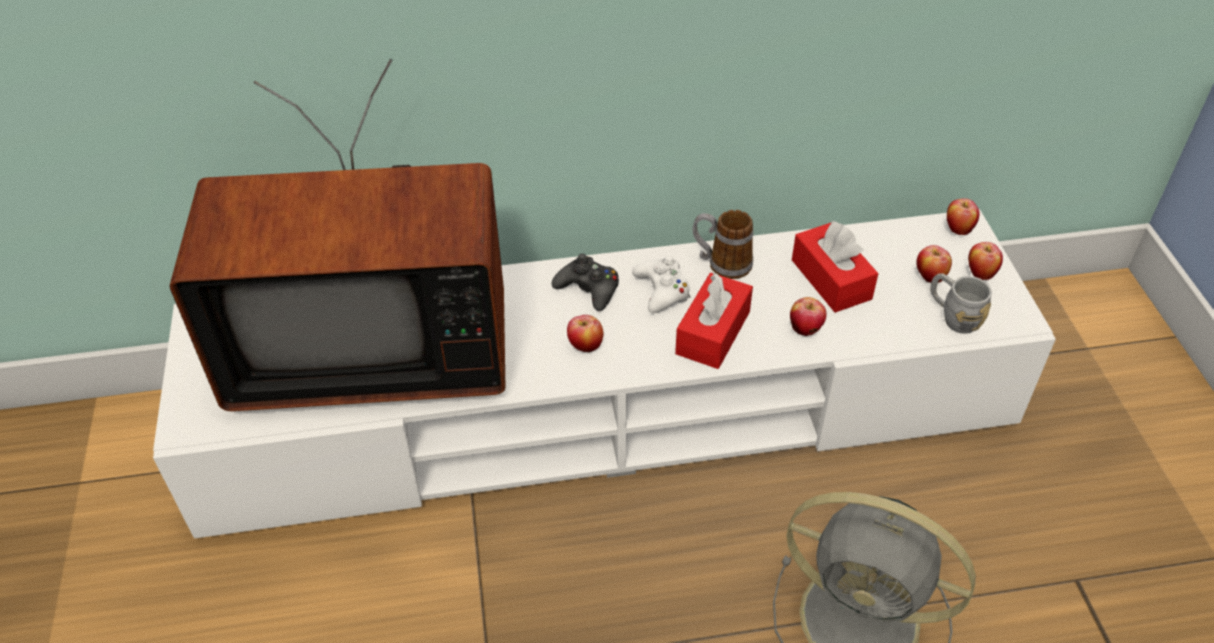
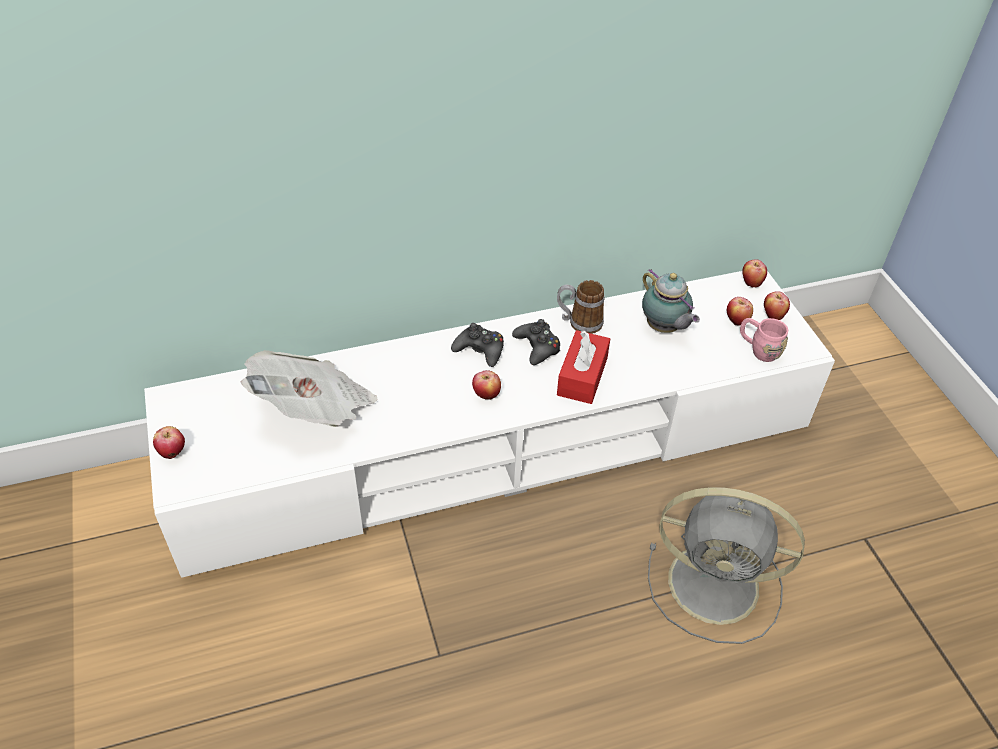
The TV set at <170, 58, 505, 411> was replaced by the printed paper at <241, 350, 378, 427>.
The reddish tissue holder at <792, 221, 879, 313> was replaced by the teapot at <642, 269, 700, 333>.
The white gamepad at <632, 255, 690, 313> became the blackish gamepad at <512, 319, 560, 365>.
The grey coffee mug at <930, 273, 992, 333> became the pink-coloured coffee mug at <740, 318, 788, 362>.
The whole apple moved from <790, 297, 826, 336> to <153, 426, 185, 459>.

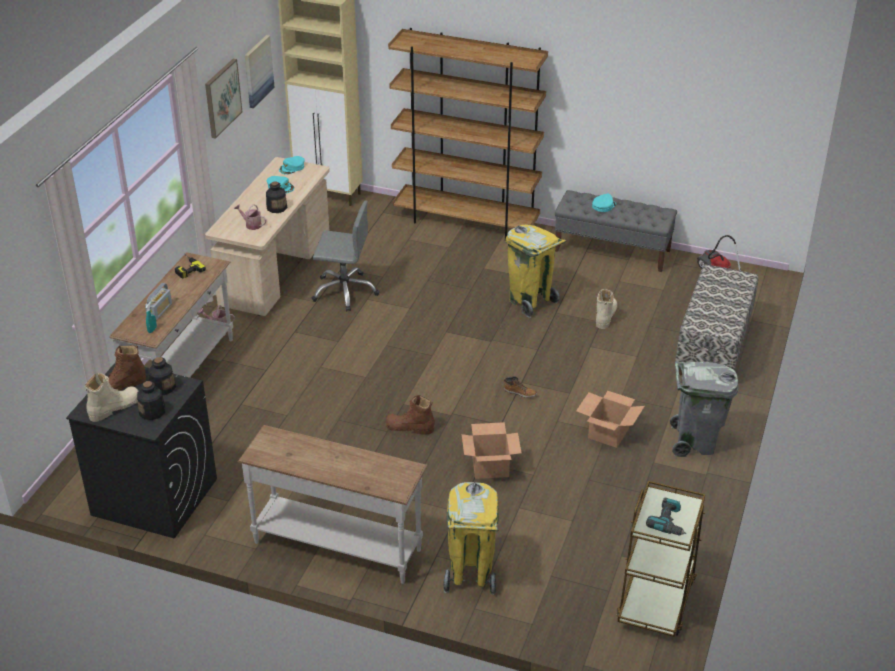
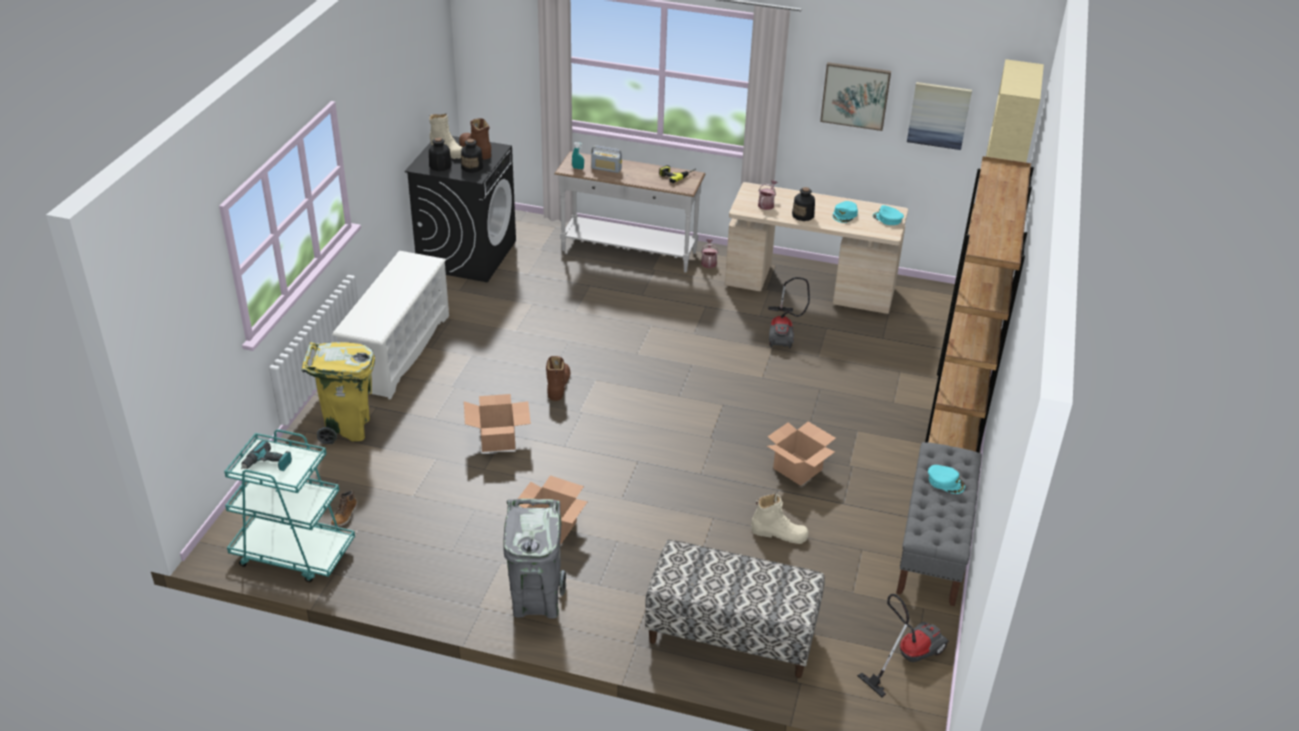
The grey desk chair at <312, 200, 379, 311> was replaced by the vacuum at <768, 277, 810, 348>.
The yellow-coloured trash can at <505, 225, 566, 318> was replaced by the cardboard box at <767, 422, 836, 486>.
The boot moved from <504, 376, 537, 398> to <331, 491, 358, 527>.
The white console table at <238, 425, 428, 584> was replaced by the white shoe stand at <332, 251, 449, 400>.
The brownish trolley at <617, 481, 705, 637> became the turquoise-coloured trolley at <224, 429, 355, 582>.

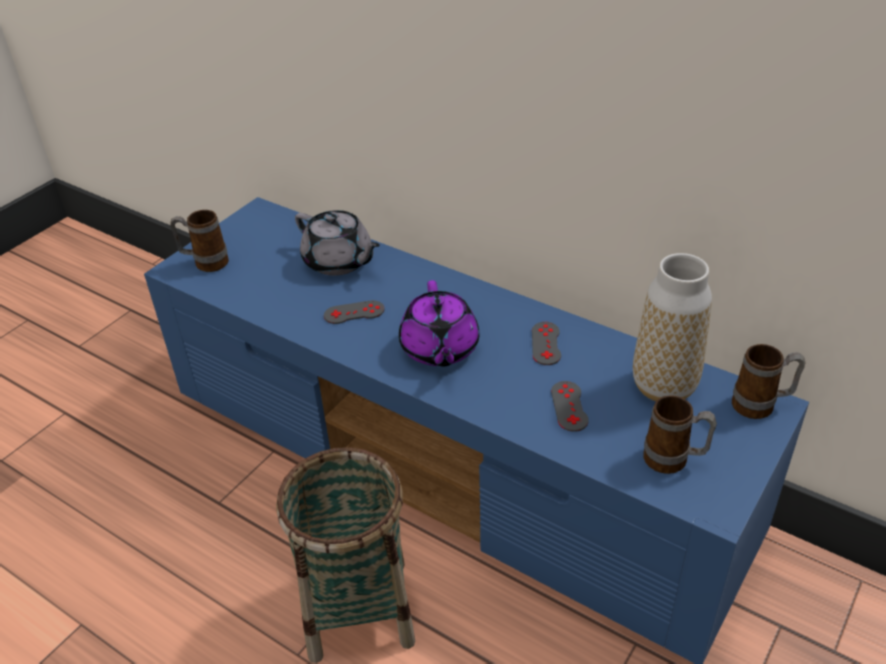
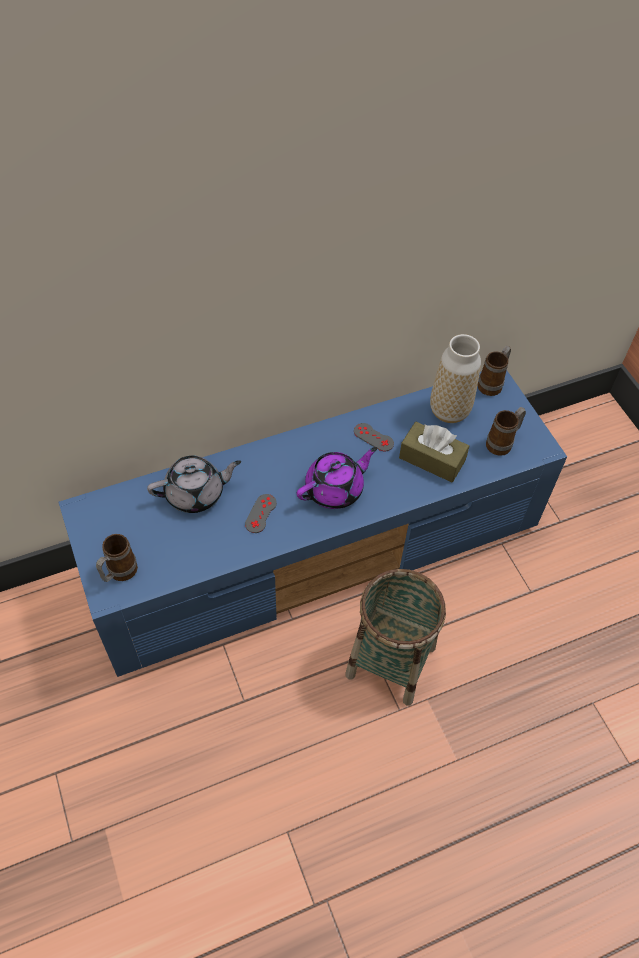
The purple teapot at <399, 280, 479, 366> turned 60 degrees counterclockwise.
The grey gamepad at <551, 381, 589, 432> was replaced by the brownish tissue holder at <399, 422, 469, 482>.

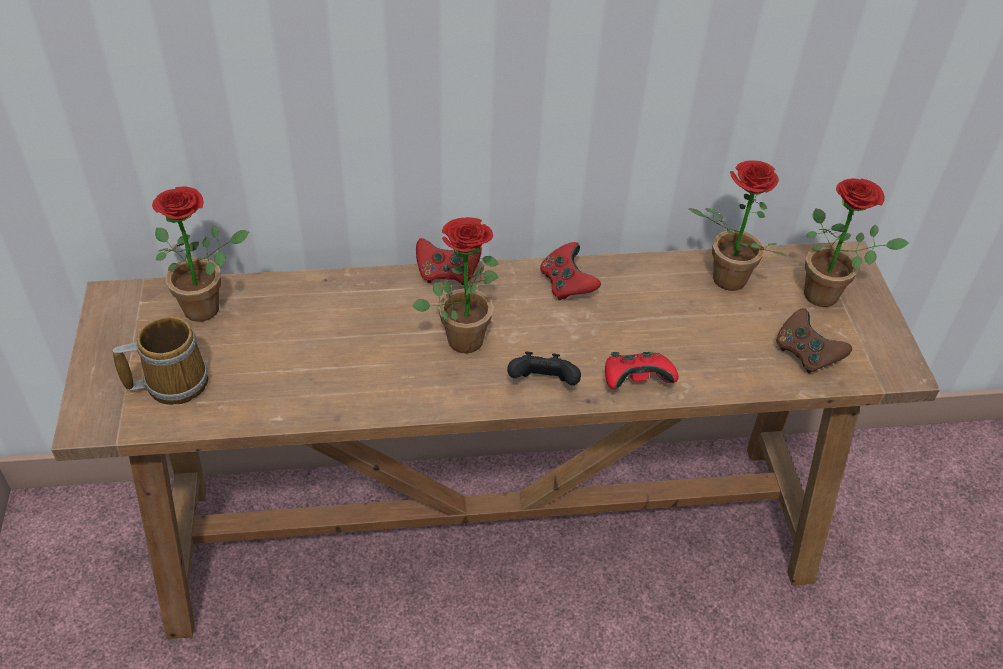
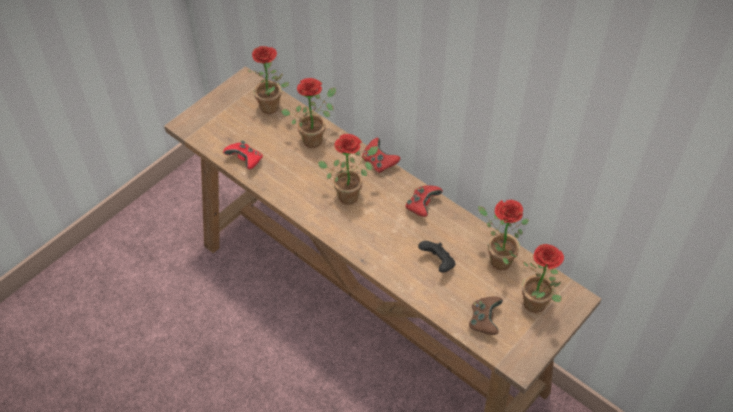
The coffee mug at <112, 316, 208, 405> disappeared.
The blackish gamepad moved from <507, 351, 581, 385> to <418, 241, 455, 273>.
The reddish gamepad moved from <605, 352, 679, 390> to <223, 141, 263, 169>.
The potted plant at <281, 78, 336, 148> appeared.

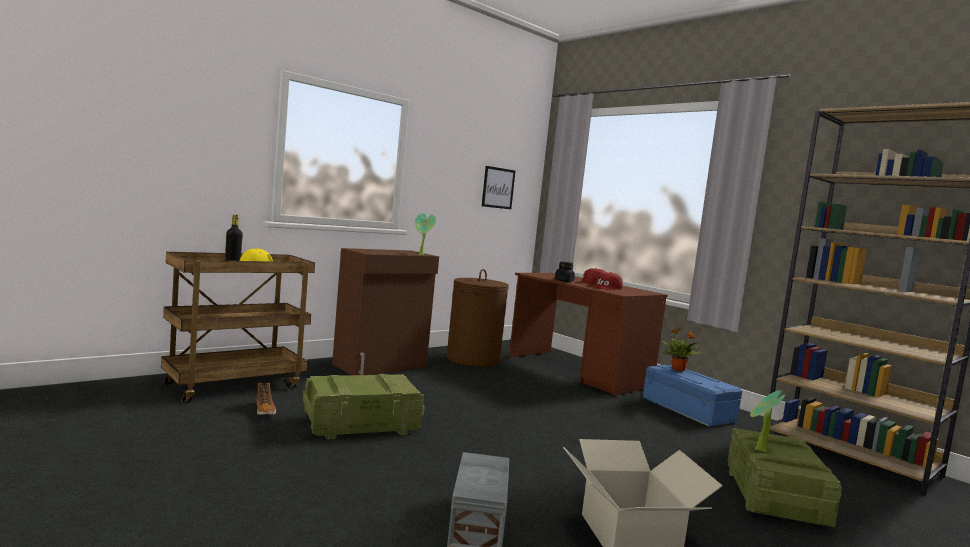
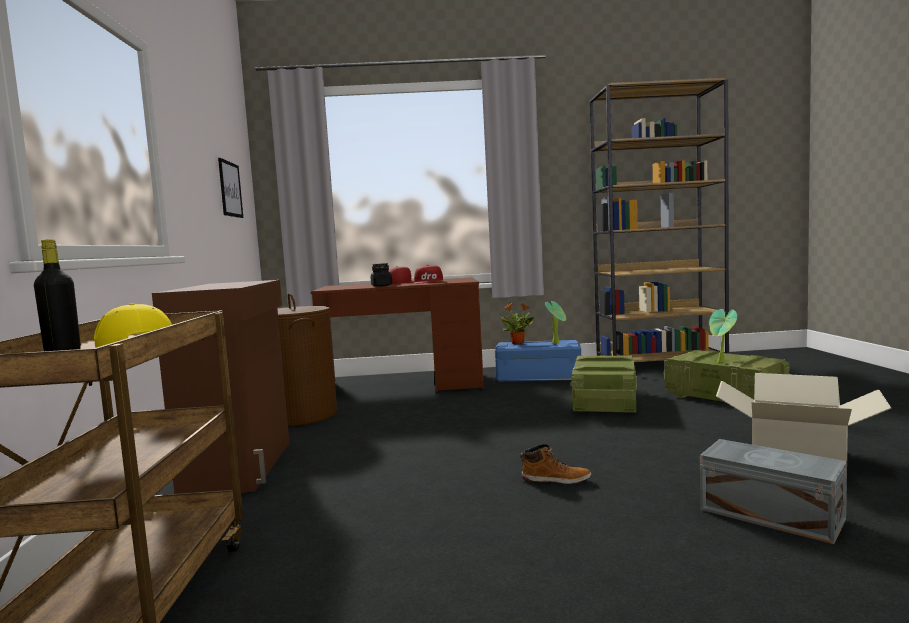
The potted plant moved from <415, 213, 436, 255> to <545, 301, 566, 344>.
The packing crate moved from <302, 374, 425, 439> to <571, 356, 637, 413>.
The boot moved from <257, 382, 276, 415> to <520, 444, 591, 484>.

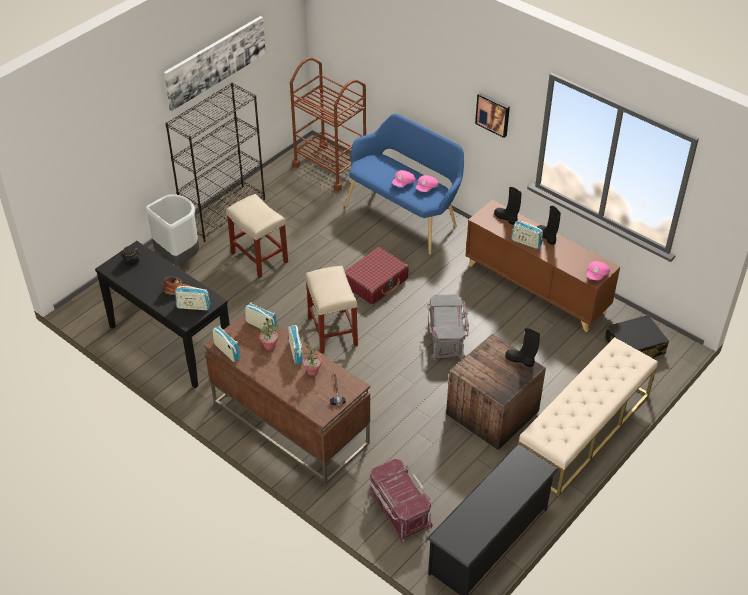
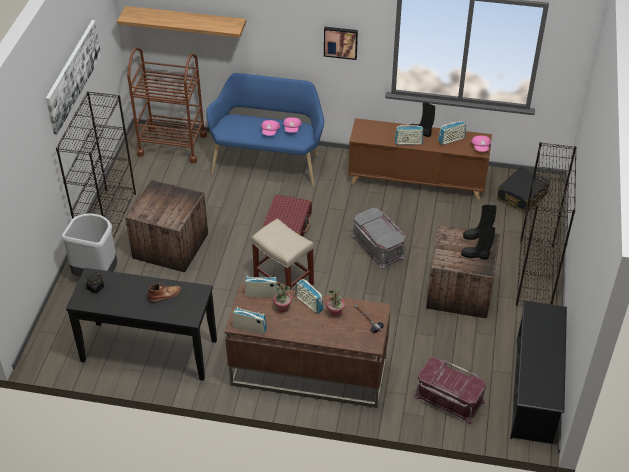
The blackish boot moved from <494, 187, 522, 225> to <461, 225, 495, 260>.
The beige stool seat at <226, 194, 288, 278> was replaced by the packing crate at <125, 180, 208, 272>.
The radio receiver moved from <175, 286, 210, 310> to <438, 121, 466, 145>.
The beige indoor bench at <519, 337, 658, 496> was replaced by the blackish bookshelf at <516, 142, 577, 305>.
The wall shelf at <117, 6, 246, 38> appeared.

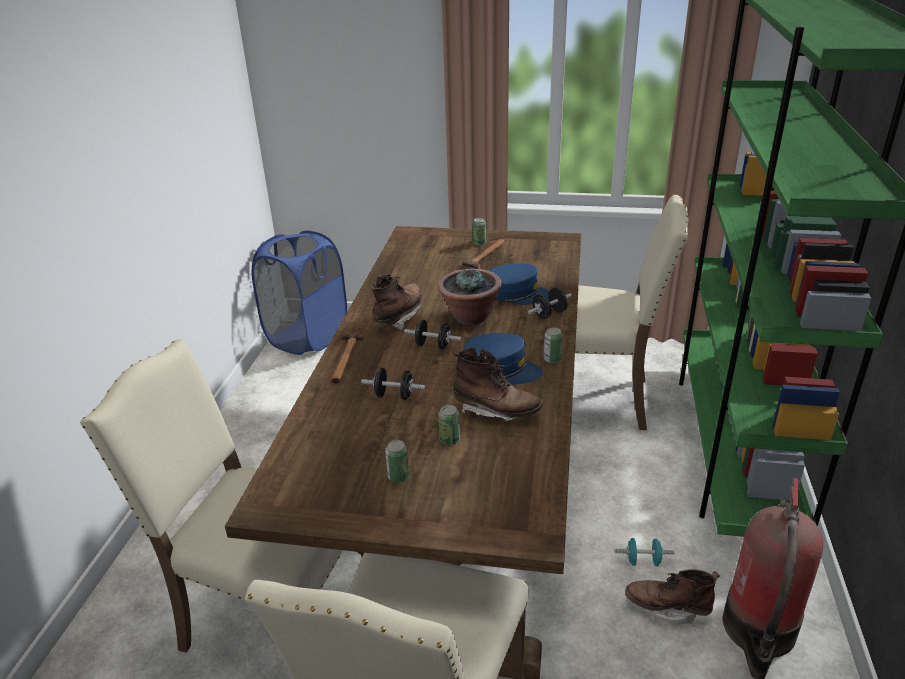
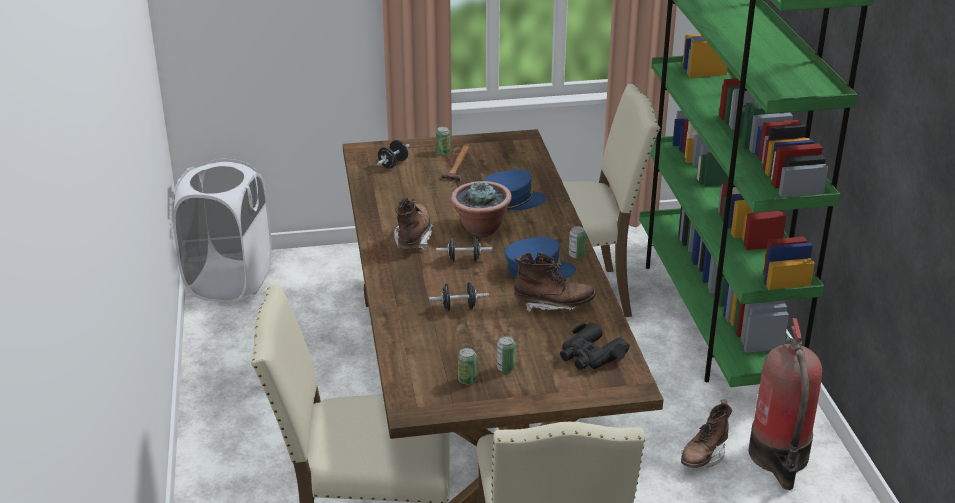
The bluish hamper at <252, 231, 347, 355> became the white hamper at <172, 159, 272, 303>.
The blackish hand weight moved from <528, 288, 572, 319> to <377, 140, 410, 169>.
The hammer at <331, 333, 365, 384> disappeared.
The sealed can moved from <438, 405, 460, 445> to <458, 348, 477, 385>.
The turquoise-coloured hand weight at <615, 538, 675, 566> disappeared.
The brownish boot at <625, 569, 720, 624> turned 45 degrees counterclockwise.
The blackish pair of binoculars at <560, 322, 630, 370> appeared.

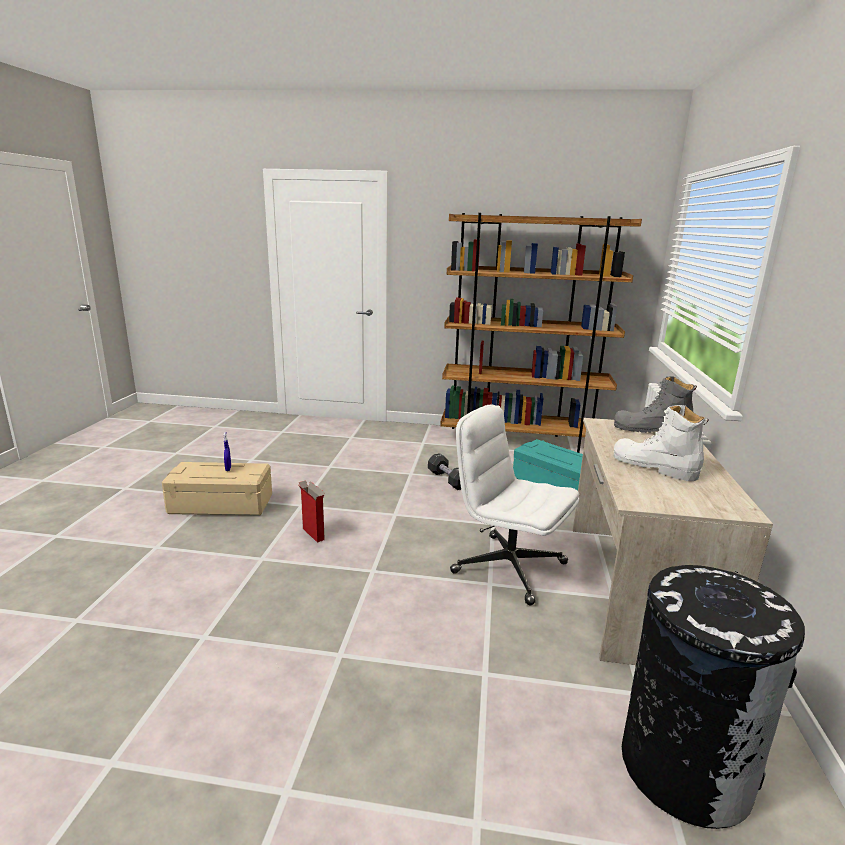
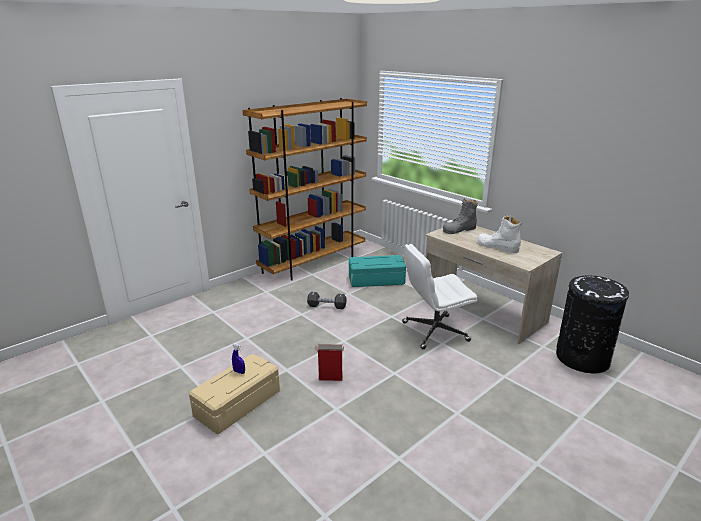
The white boot at <614, 405, 709, 481> turned 45 degrees clockwise.

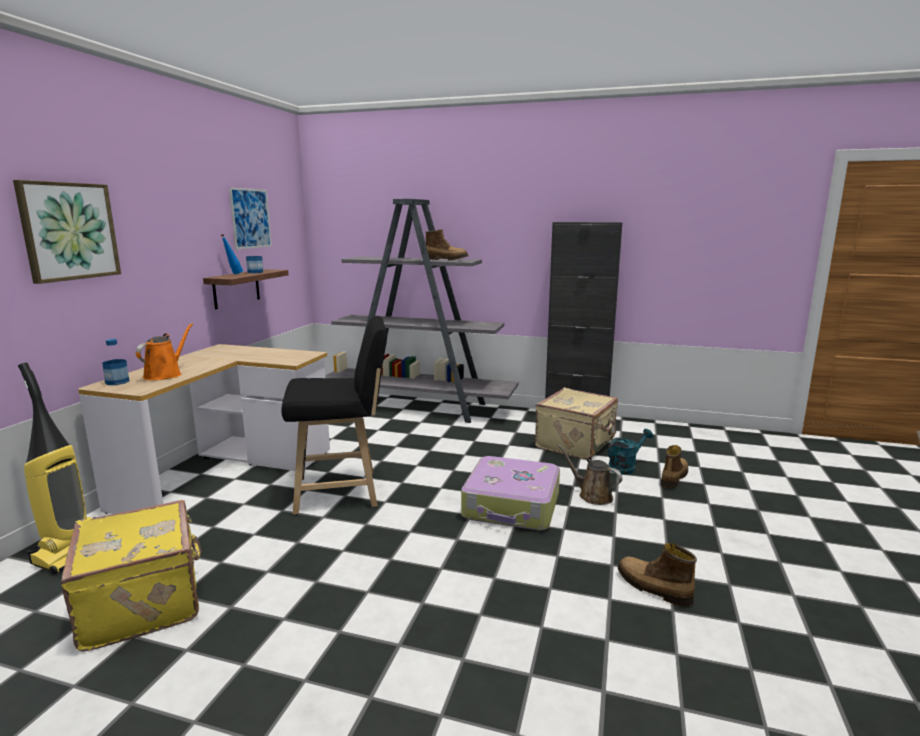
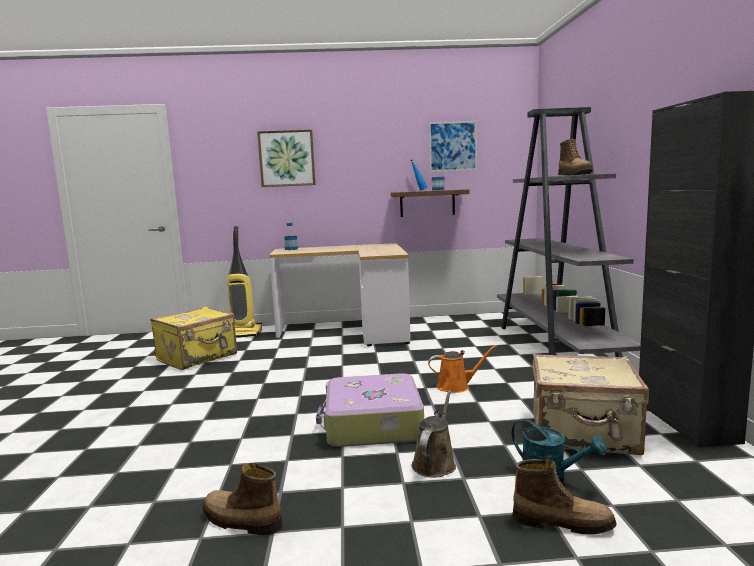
The blackish stool seat at <281, 316, 387, 515> disappeared.
The orangey watering can moved from <136, 323, 193, 380> to <428, 345, 497, 393>.
The boot at <618, 543, 697, 607> turned 90 degrees counterclockwise.

